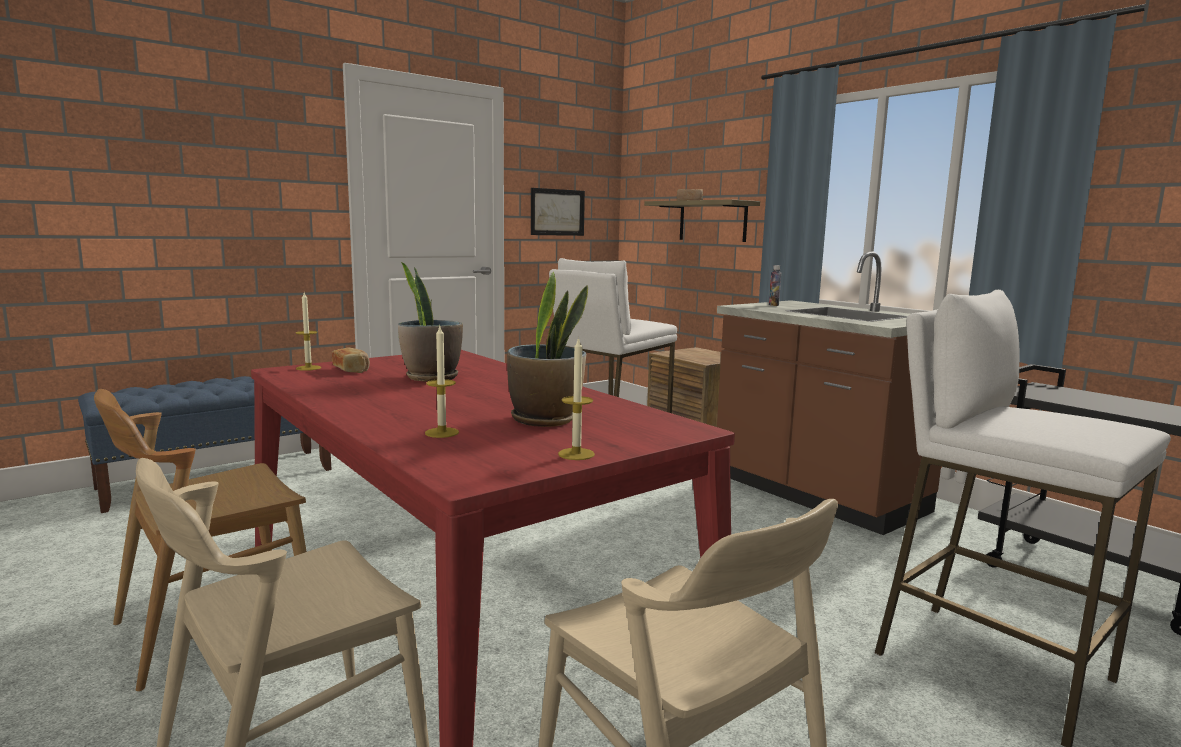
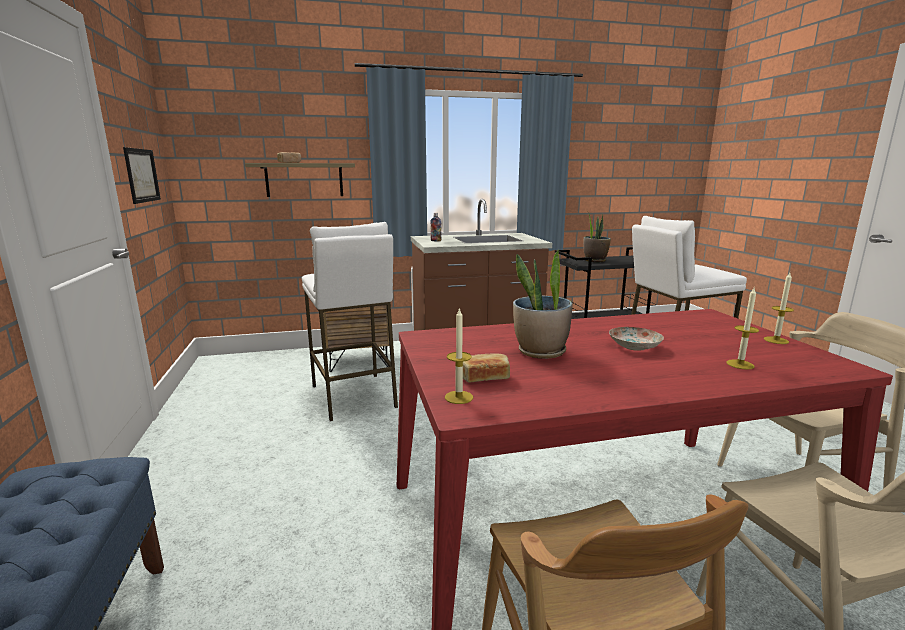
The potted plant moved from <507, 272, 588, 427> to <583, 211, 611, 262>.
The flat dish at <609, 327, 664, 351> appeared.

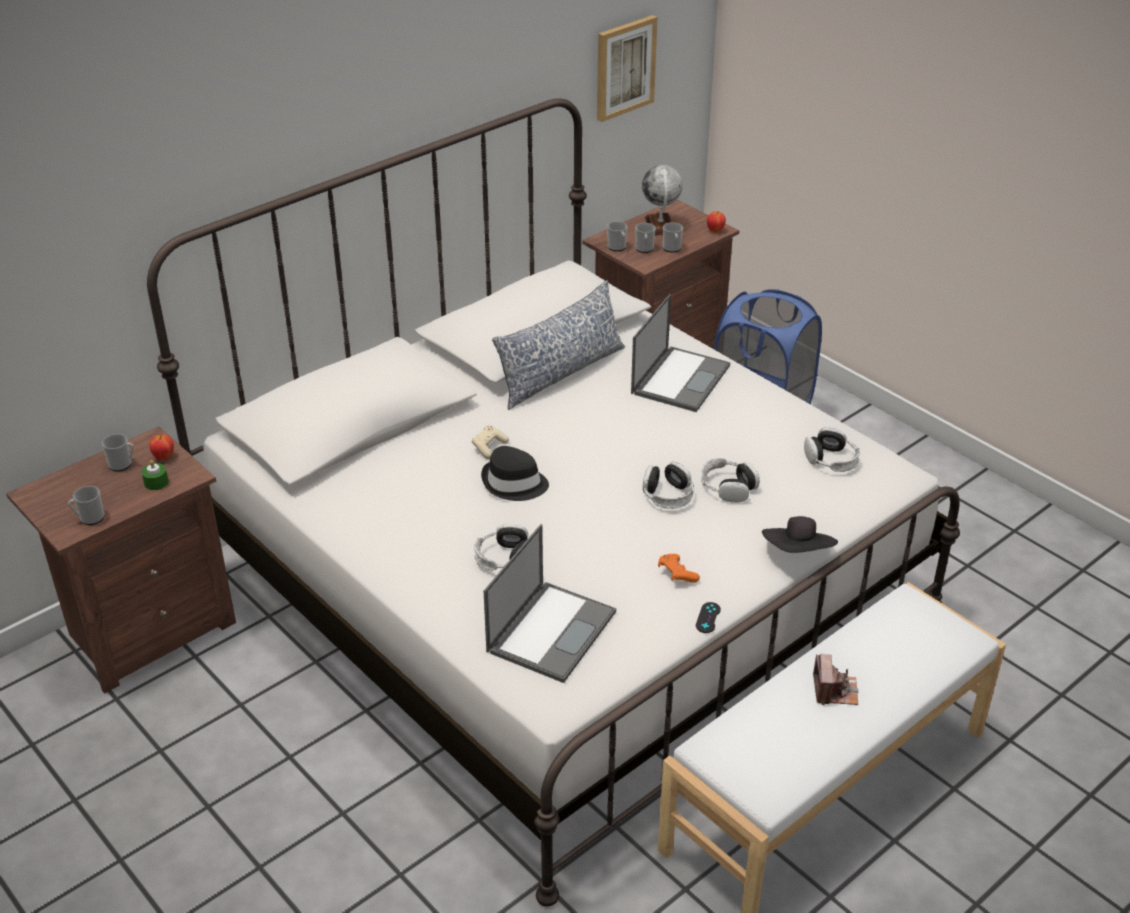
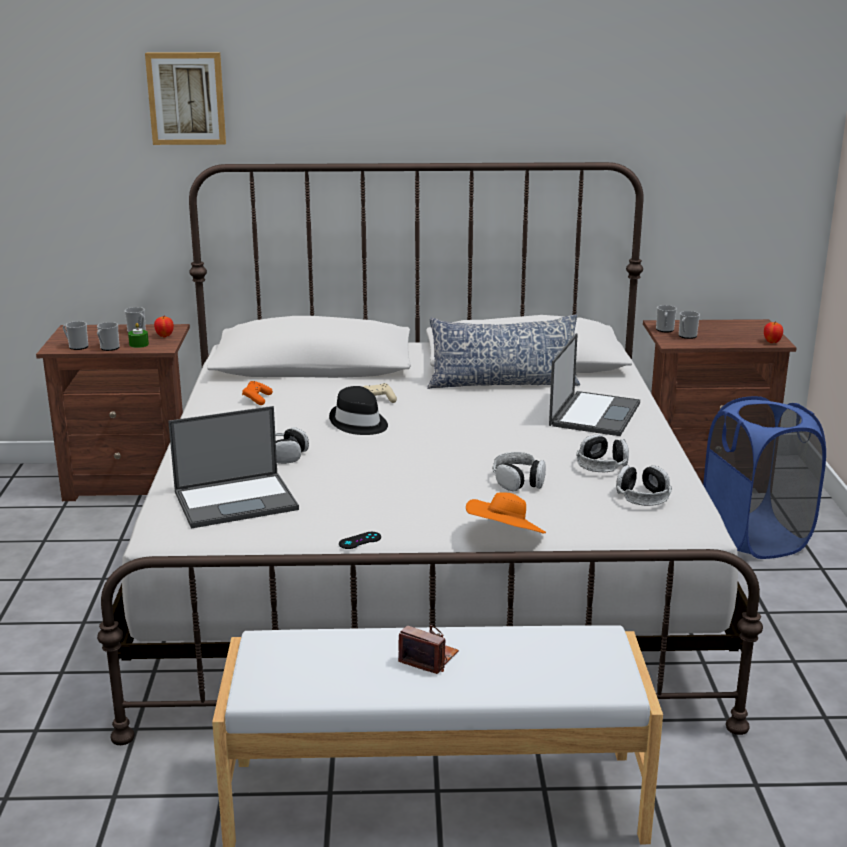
The wall art moved from <597, 15, 658, 122> to <145, 52, 226, 145>.
The globe at <642, 165, 682, 235> disappeared.
The coffee mug moved from <663, 222, 683, 252> to <97, 322, 120, 351>.
The notebook computer at <631, 294, 730, 412> turned 45 degrees counterclockwise.
The headphones moved from <643, 462, 694, 509> to <576, 434, 629, 472>.
The blackish hat at <762, 516, 838, 553> became the orangey hat at <466, 492, 546, 533>.
The orangey gamepad moved from <658, 554, 700, 583> to <242, 381, 273, 405>.
The photo camera at <813, 654, 858, 706> turned 105 degrees counterclockwise.

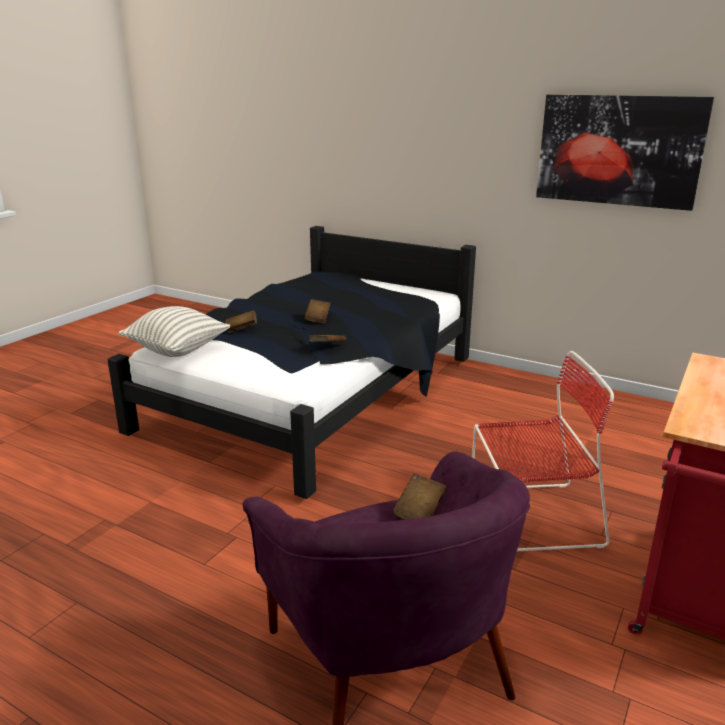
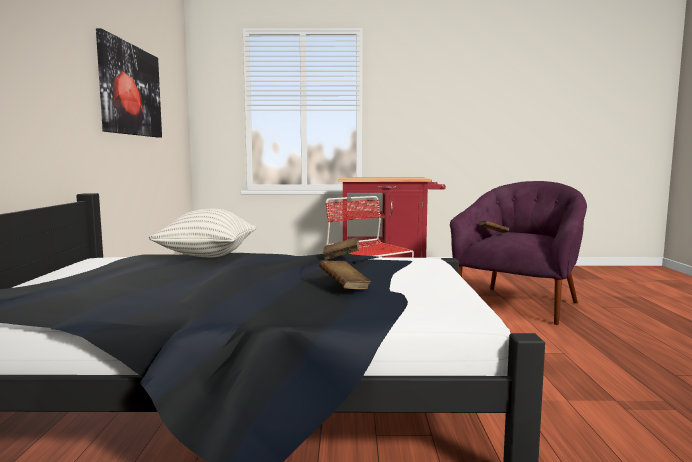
The brownish book at <304, 299, 331, 324> disappeared.
The pillow moved from <118, 306, 230, 357> to <149, 209, 256, 257>.

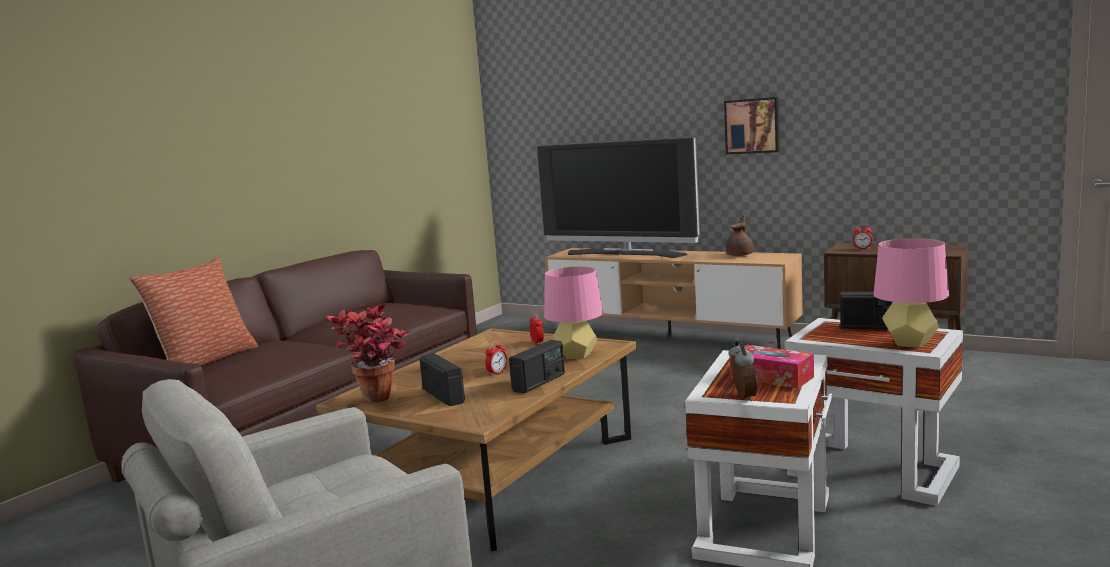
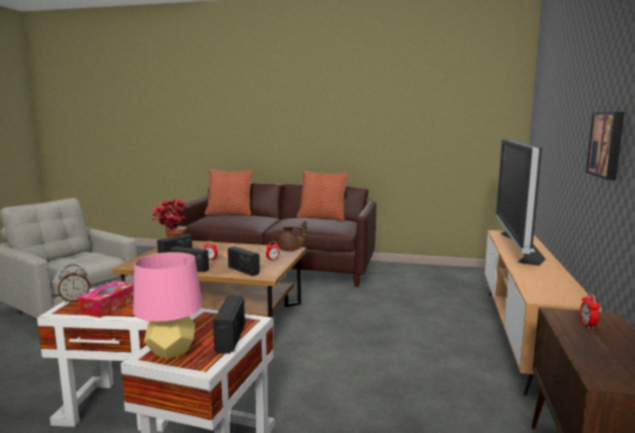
The brownish teapot moved from <726, 215, 754, 256> to <278, 221, 307, 251>.
The pink-coloured lamp for a table at <544, 266, 603, 359> was replaced by the radio receiver at <228, 246, 260, 276>.
The pillow at <297, 171, 349, 222> appeared.

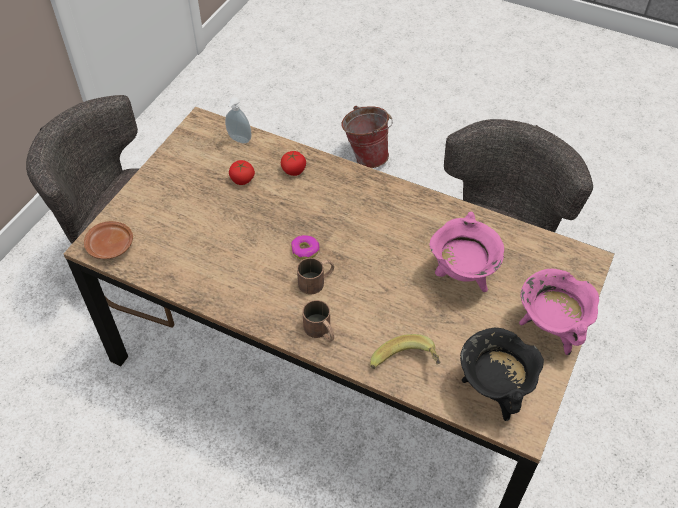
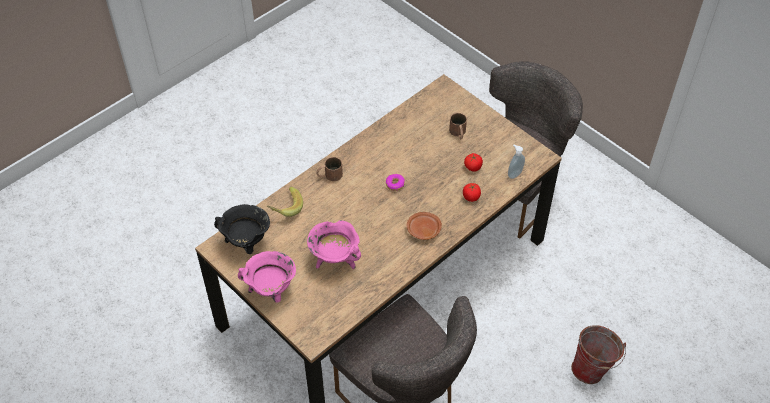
The brownish flat dish moved from <84, 221, 133, 259> to <406, 212, 442, 240>.
The brownish coffee mug moved from <297, 258, 334, 295> to <449, 113, 467, 140>.

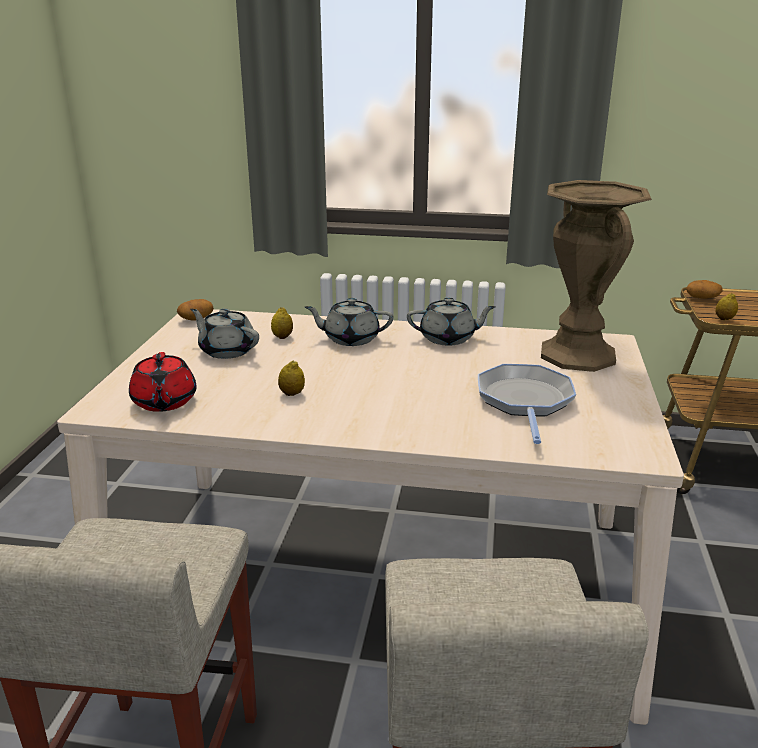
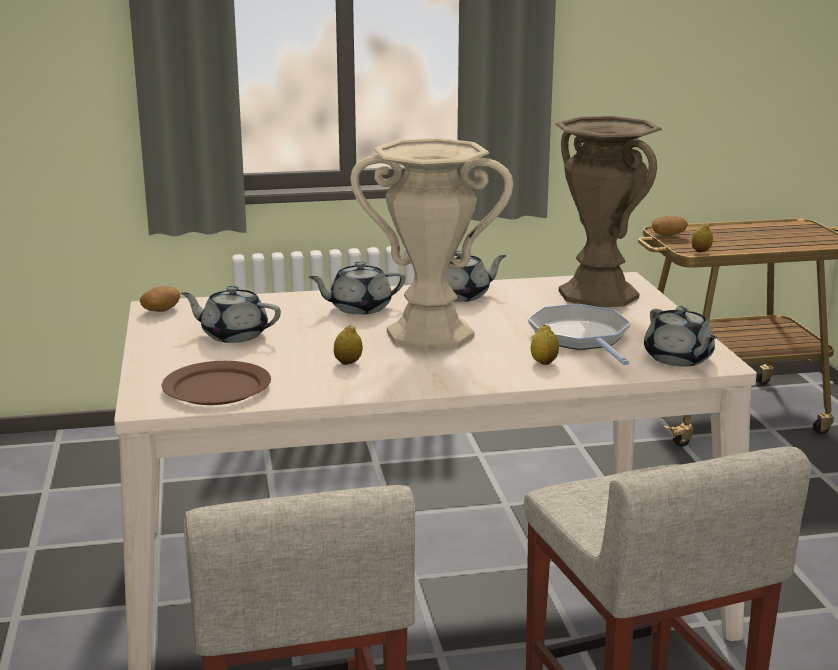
The citrus fruit moved from <271, 307, 293, 339> to <531, 325, 559, 365>.
The reddish teapot at <129, 352, 197, 412> was replaced by the brownish flat dish at <162, 361, 271, 405>.
The beige decorative vase at <350, 138, 513, 351> appeared.
The grey teapot at <644, 306, 717, 367> appeared.

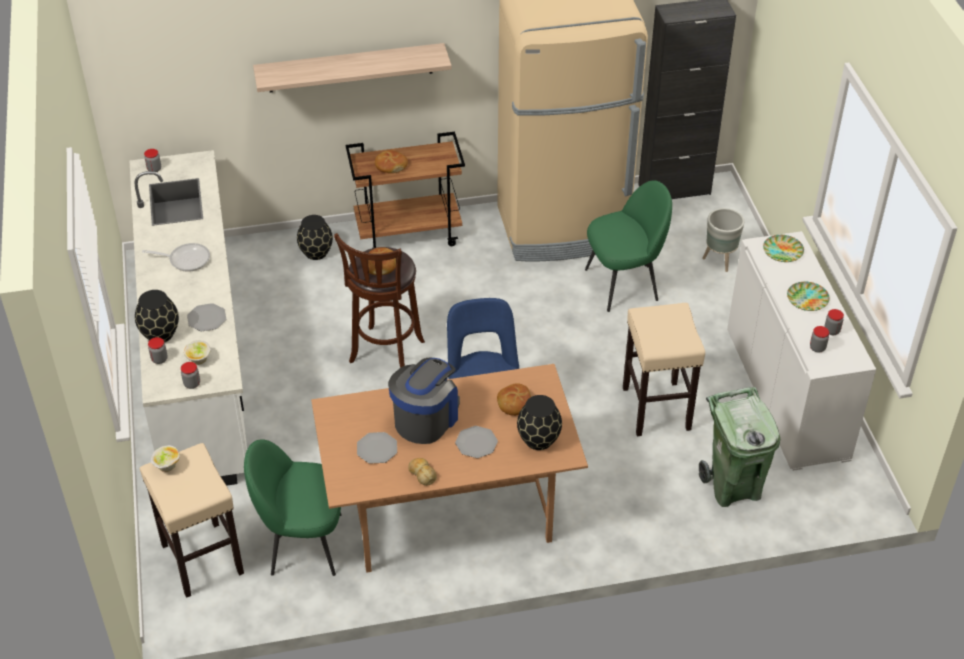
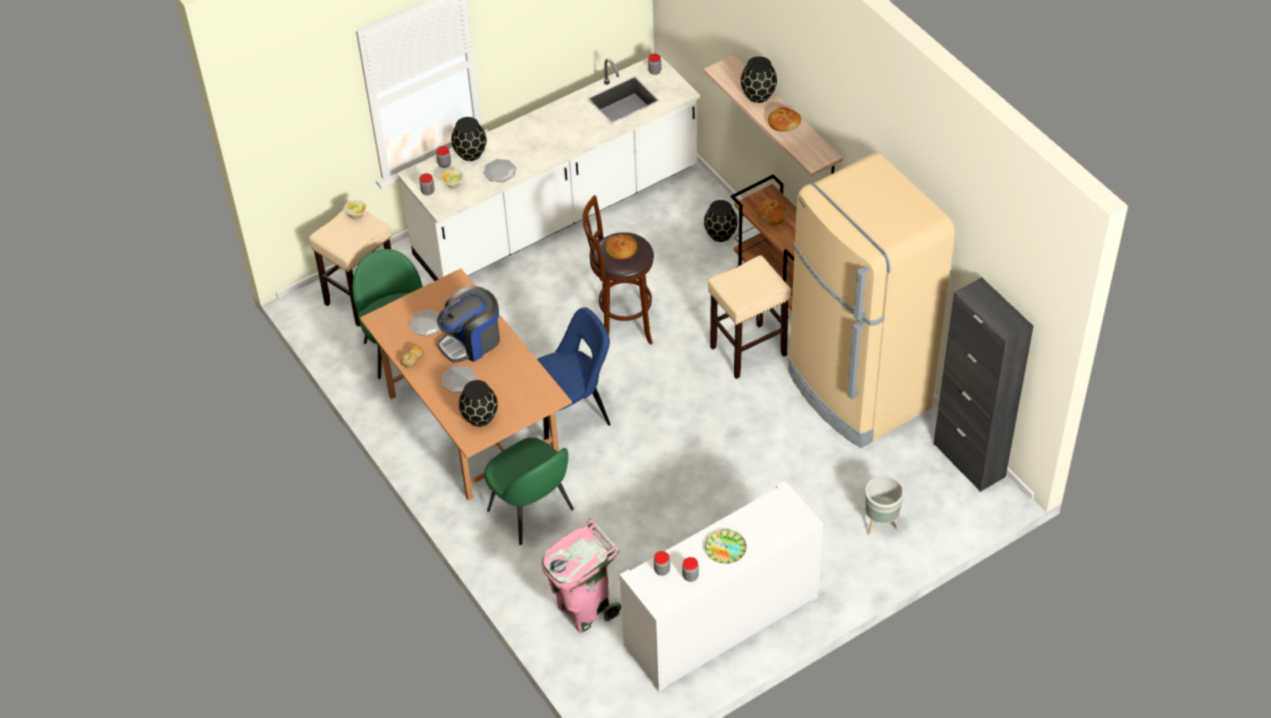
The greenish chair moved from <585, 180, 672, 312> to <484, 438, 574, 545>.
The flat dish at <763, 235, 804, 262> disappeared.
The skillet at <142, 243, 210, 272> disappeared.
The beige stool seat moved from <623, 303, 705, 436> to <708, 255, 791, 379>.
The coffee machine at <388, 357, 460, 444> turned 135 degrees clockwise.
The bakery bread moved from <497, 383, 532, 416> to <768, 107, 801, 132>.
The greenish trash can at <699, 387, 780, 507> became the pink-coloured trash can at <542, 519, 621, 633>.
The blackish decorative vase at <741, 56, 777, 103> appeared.

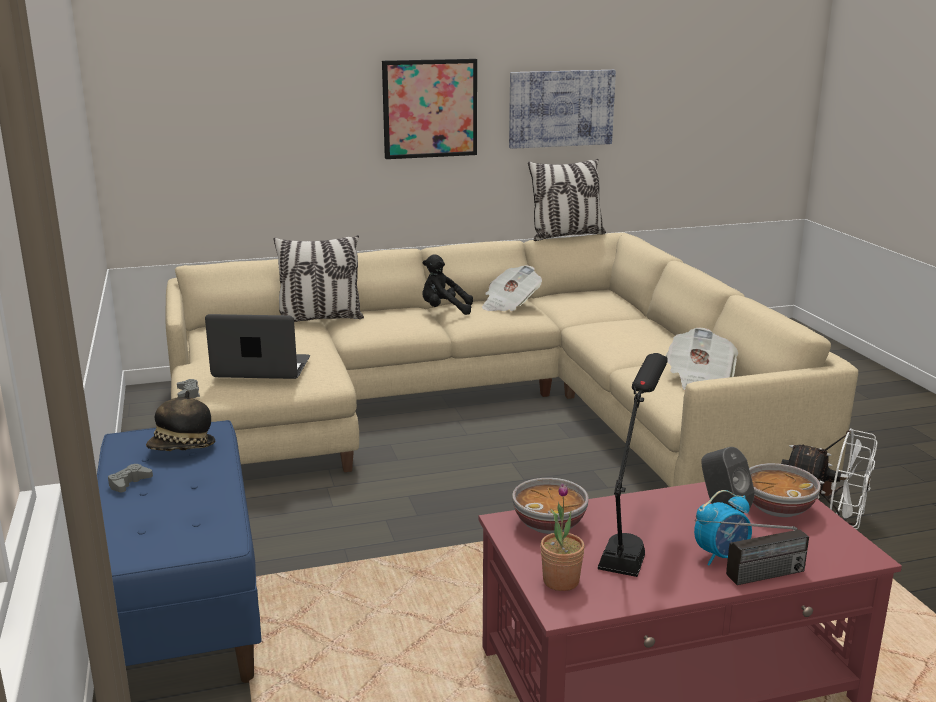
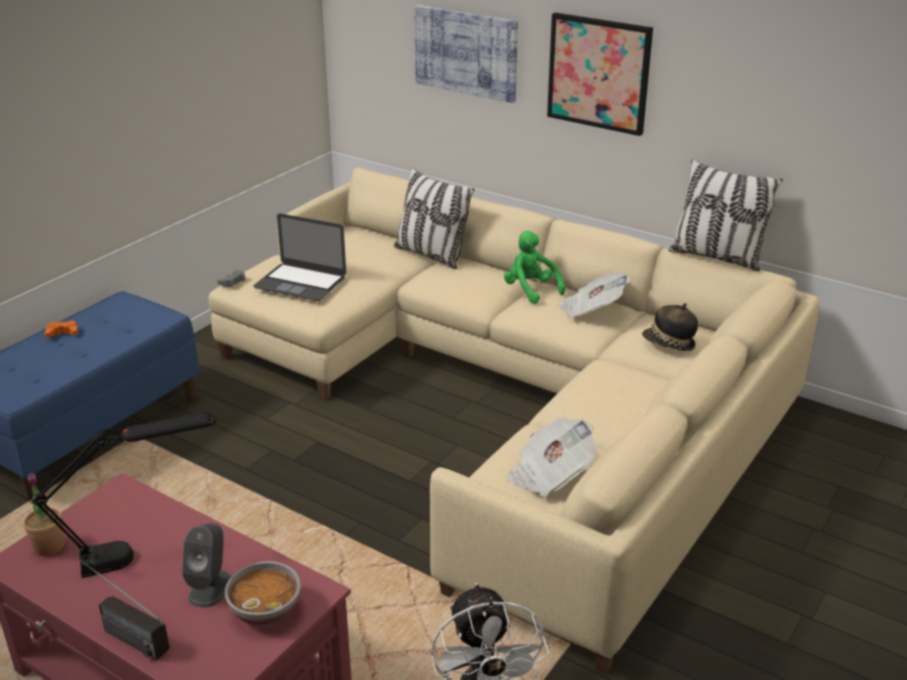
The wall art moved from <509, 70, 616, 149> to <414, 5, 518, 103>.
The blackish soft toy at <422, 254, 473, 315> became the greenish soft toy at <504, 231, 565, 304>.
The notebook computer at <205, 314, 310, 379> turned 150 degrees clockwise.
The hat moved from <146, 391, 215, 451> to <642, 303, 698, 351>.
The grey gamepad at <108, 464, 153, 492> became the orangey gamepad at <45, 321, 78, 338>.
The deep dish at <512, 478, 589, 534> disappeared.
The bedside clock at <694, 490, 752, 566> disappeared.

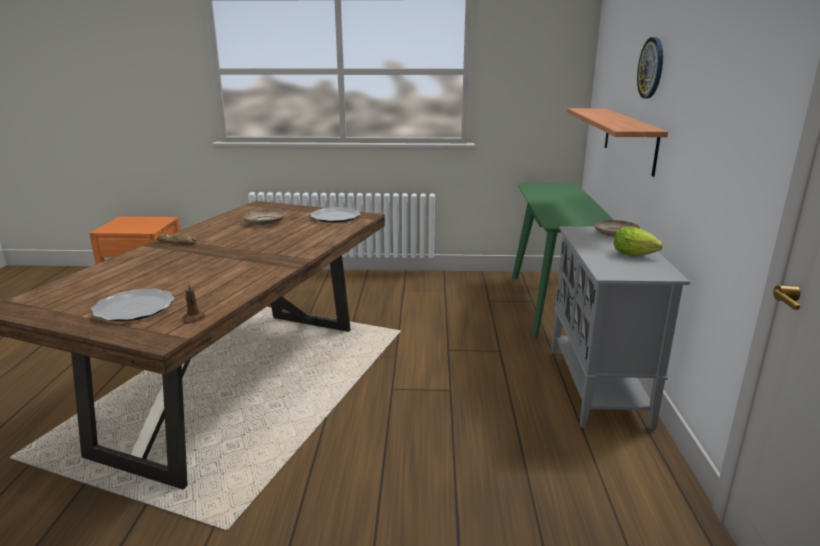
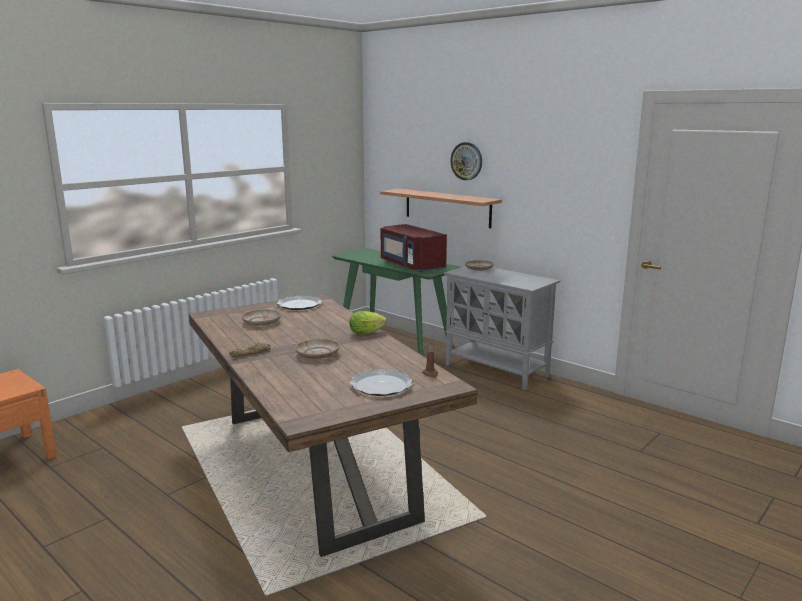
The head of lettuce moved from <614, 226, 663, 256> to <349, 311, 387, 334>.
The reddish microwave at <381, 224, 447, 272> appeared.
The beige flat dish at <295, 339, 340, 359> appeared.

